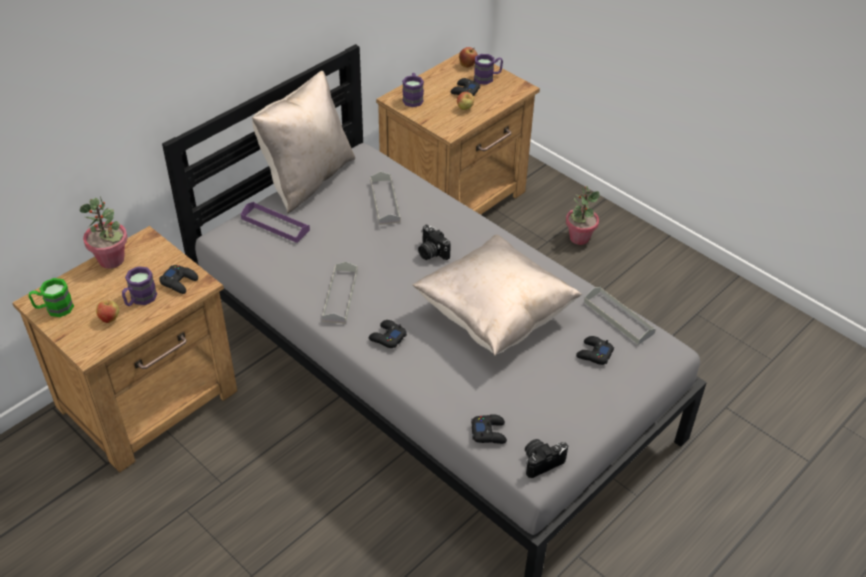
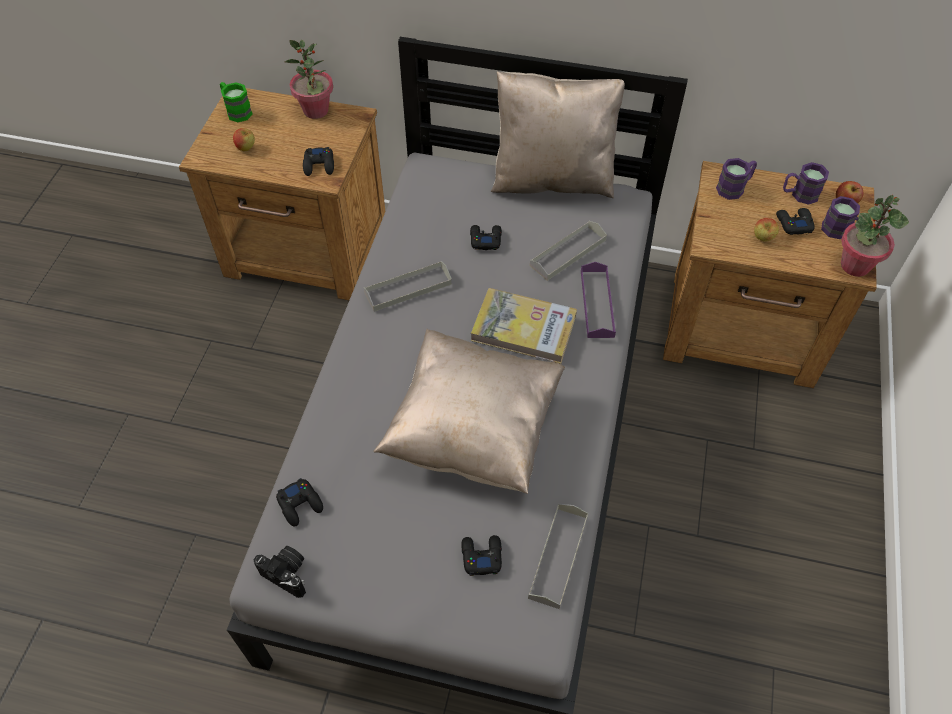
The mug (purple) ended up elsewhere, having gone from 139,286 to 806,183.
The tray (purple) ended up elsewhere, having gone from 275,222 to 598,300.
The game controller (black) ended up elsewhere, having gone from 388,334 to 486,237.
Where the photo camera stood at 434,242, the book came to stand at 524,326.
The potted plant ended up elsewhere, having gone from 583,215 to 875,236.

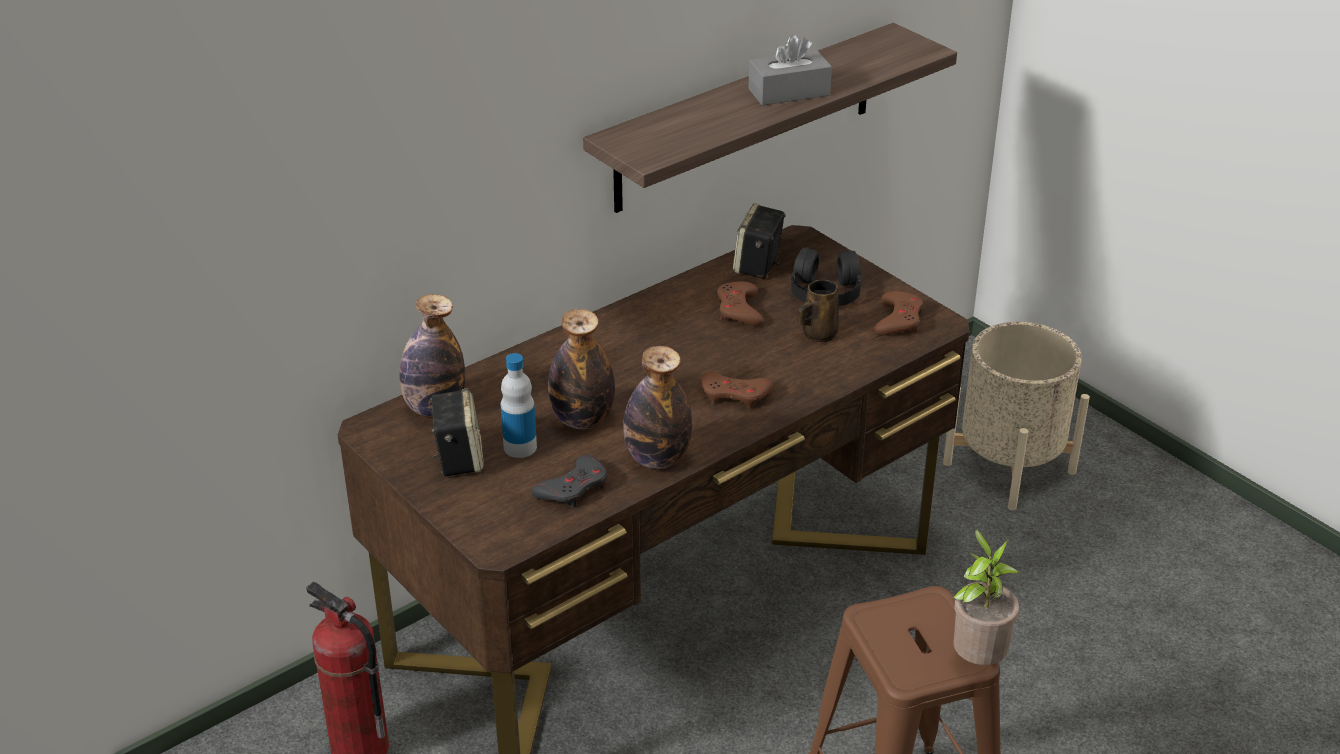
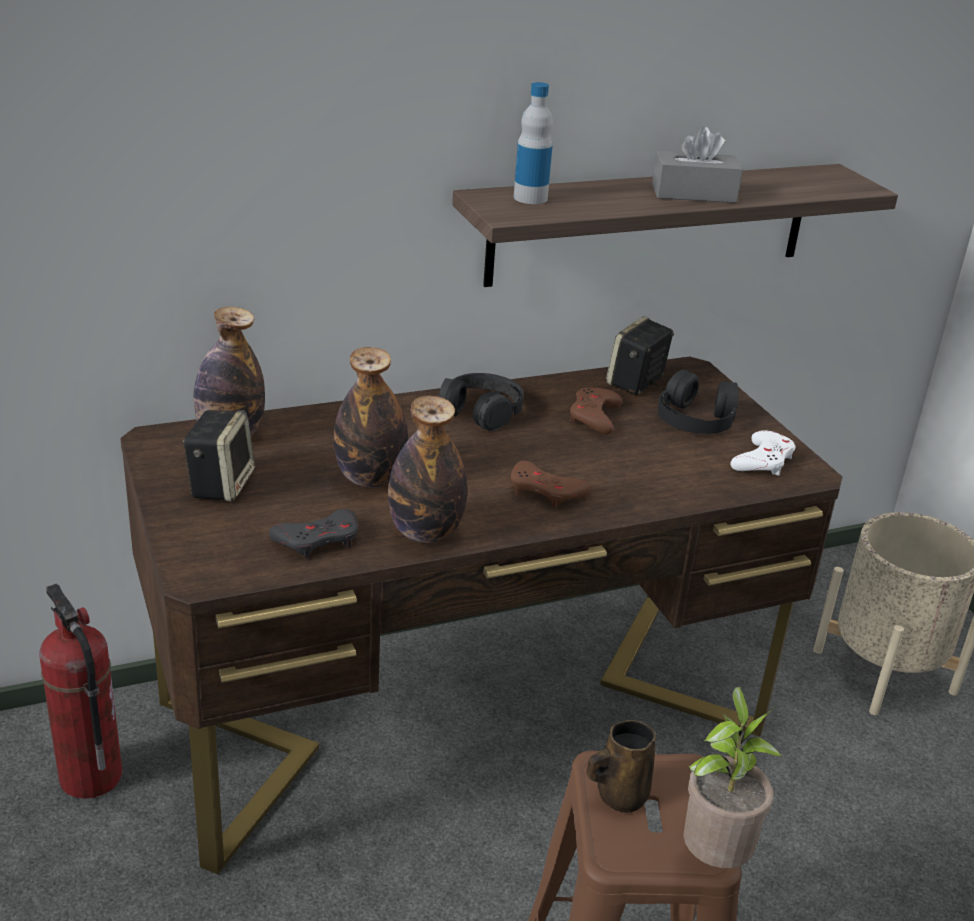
The bottle ended up elsewhere, having gone from 519,405 to 533,143.
The mug (brown) ended up elsewhere, having gone from 818,310 to 621,766.
What was the game controller (brown) at 898,313 turned into the game controller (white) at 762,453.
The second view gained the headphones (black) at 481,402.

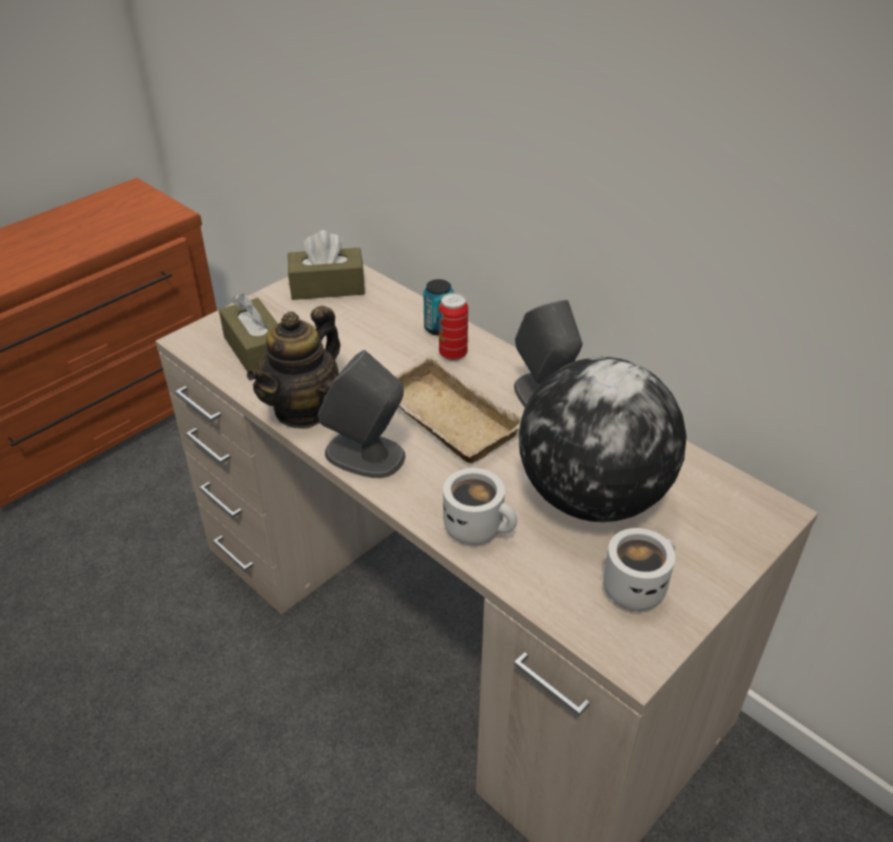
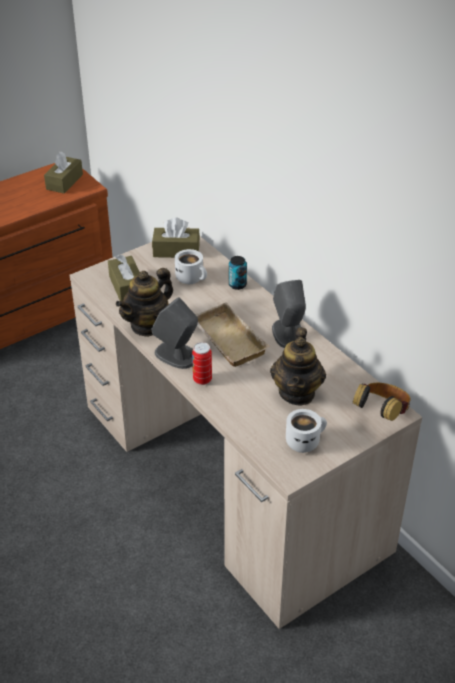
The can ended up elsewhere, having gone from 453,327 to 202,363.
The mug (white) ended up elsewhere, having gone from 480,506 to 191,266.
Where the globe stood at 603,439, the teapot came to stand at 298,366.
The second view gained the tissue box (brown) at 63,173.
The second view gained the headphones at 382,402.

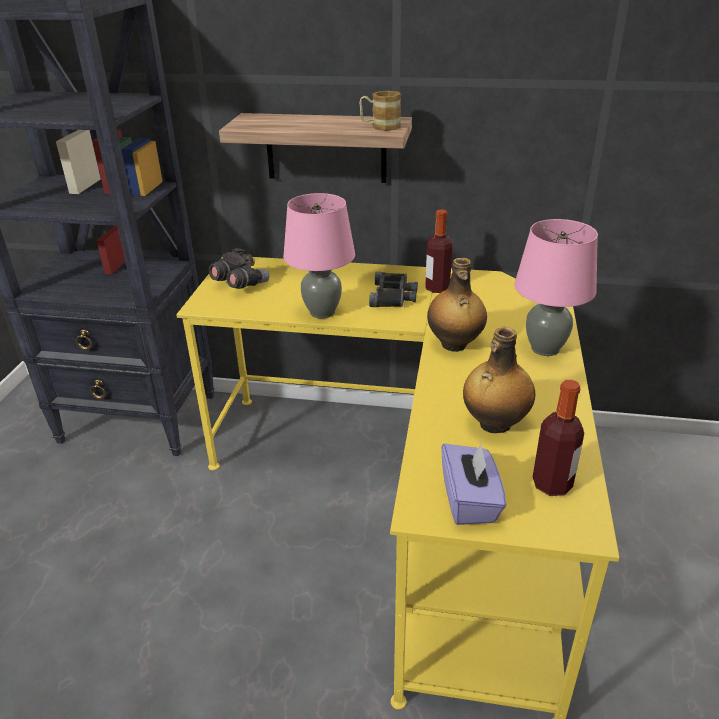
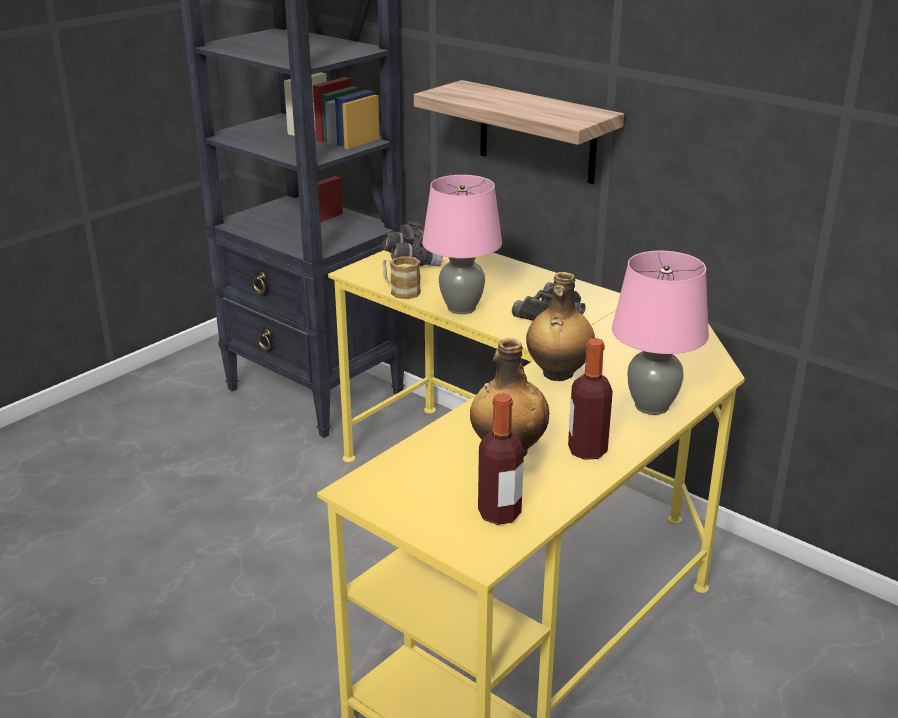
The mug ended up elsewhere, having gone from 380,111 to 402,277.
The bottle ended up elsewhere, having gone from 439,251 to 590,399.
The second view lost the tissue box (purple) at 473,483.

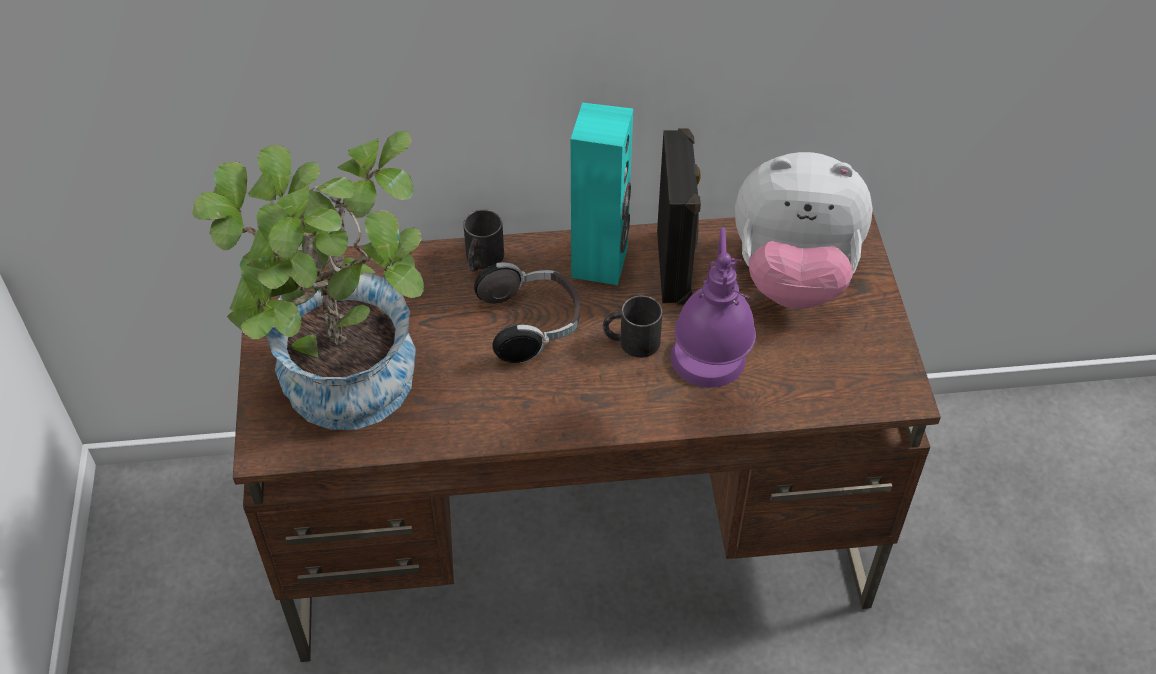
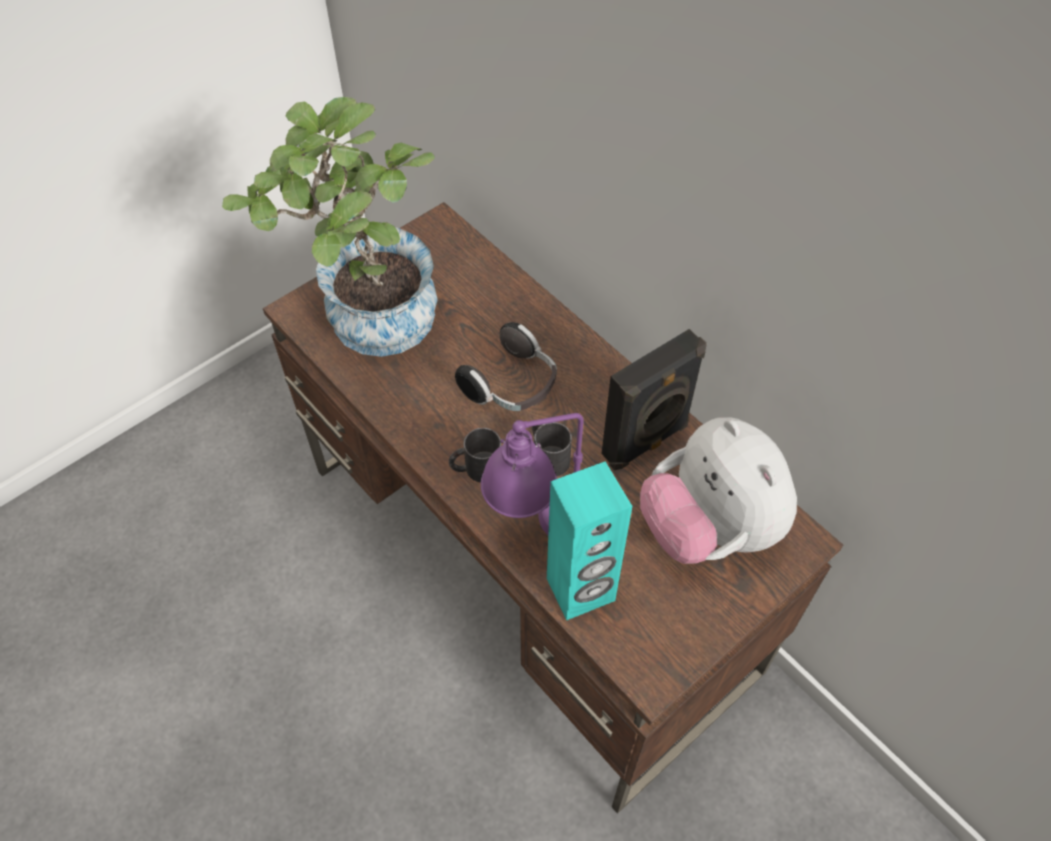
The mug (black) ended up elsewhere, having gone from 483,240 to 475,455.
The speaker (turquoise) ended up elsewhere, having gone from 602,194 to 589,541.

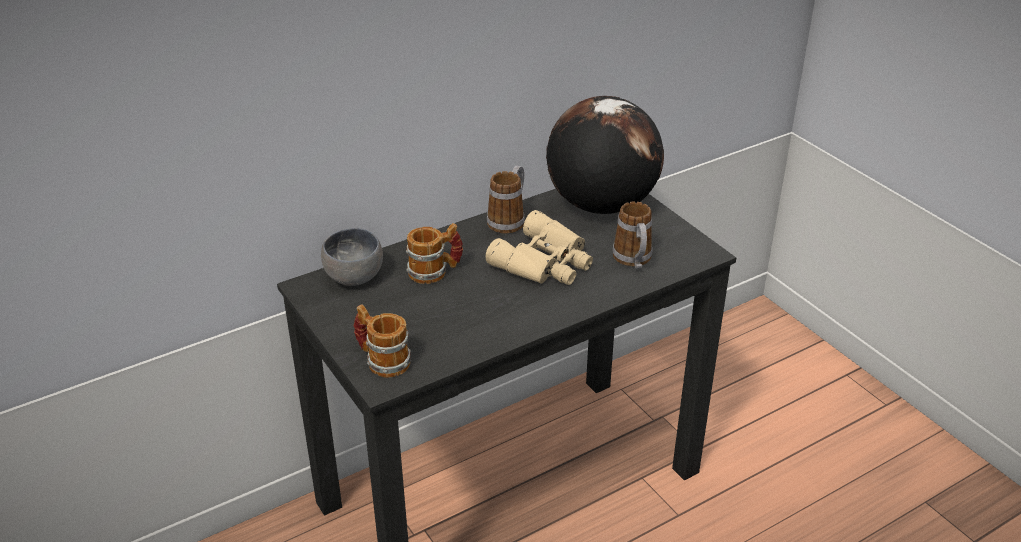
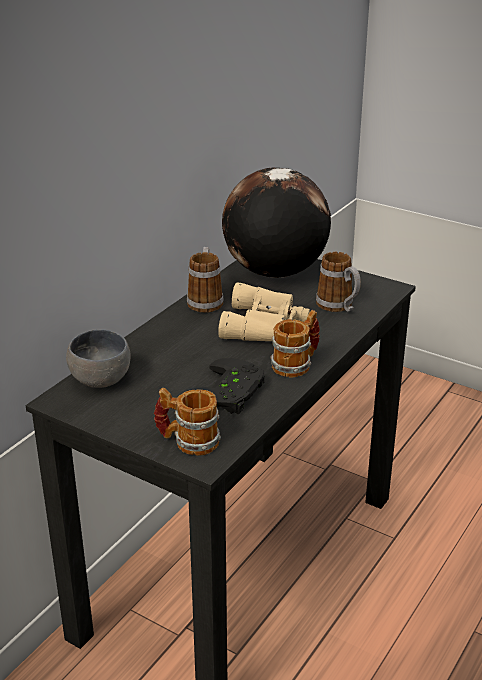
The mug ended up elsewhere, having gone from 434,253 to 295,343.
The second view gained the game controller (black) at 225,386.

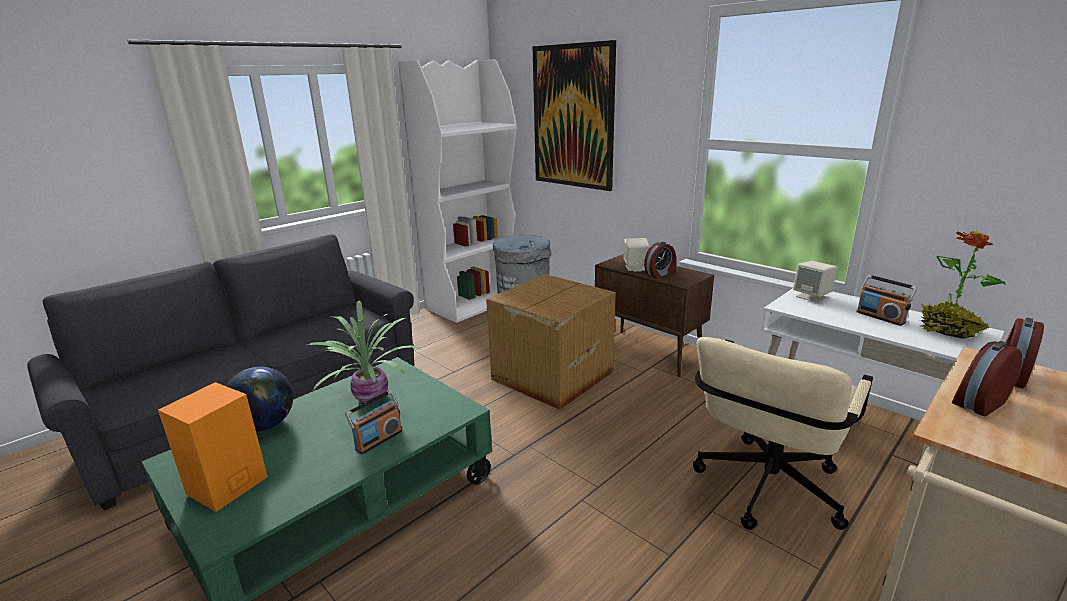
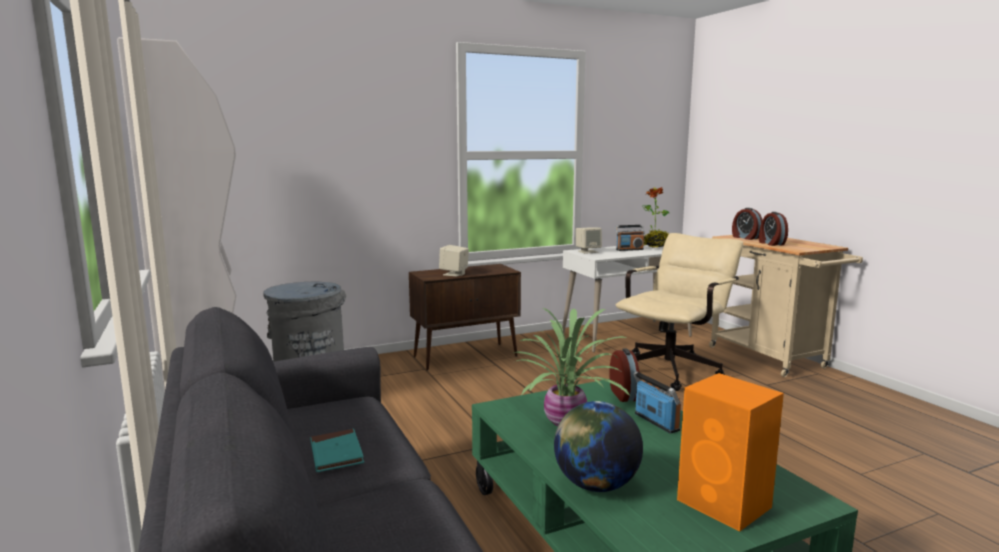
The second view lost the cardboard box at 551,342.
The second view lost the picture at 574,115.
The alarm clock ended up elsewhere, having gone from 660,260 to 625,375.
The office chair (beige) at 783,433 ended up facing another way, 105 degrees counterclockwise from before.
The second view gained the book (turquoise) at 337,450.

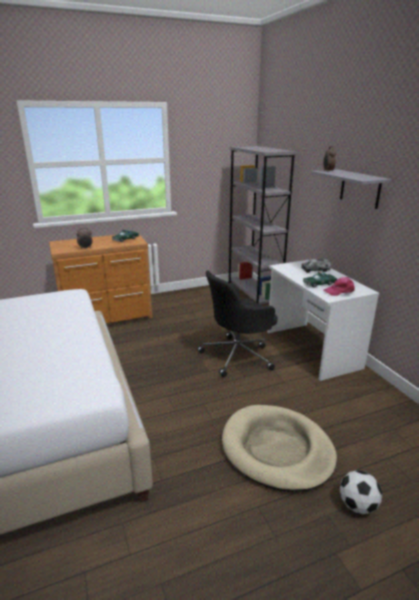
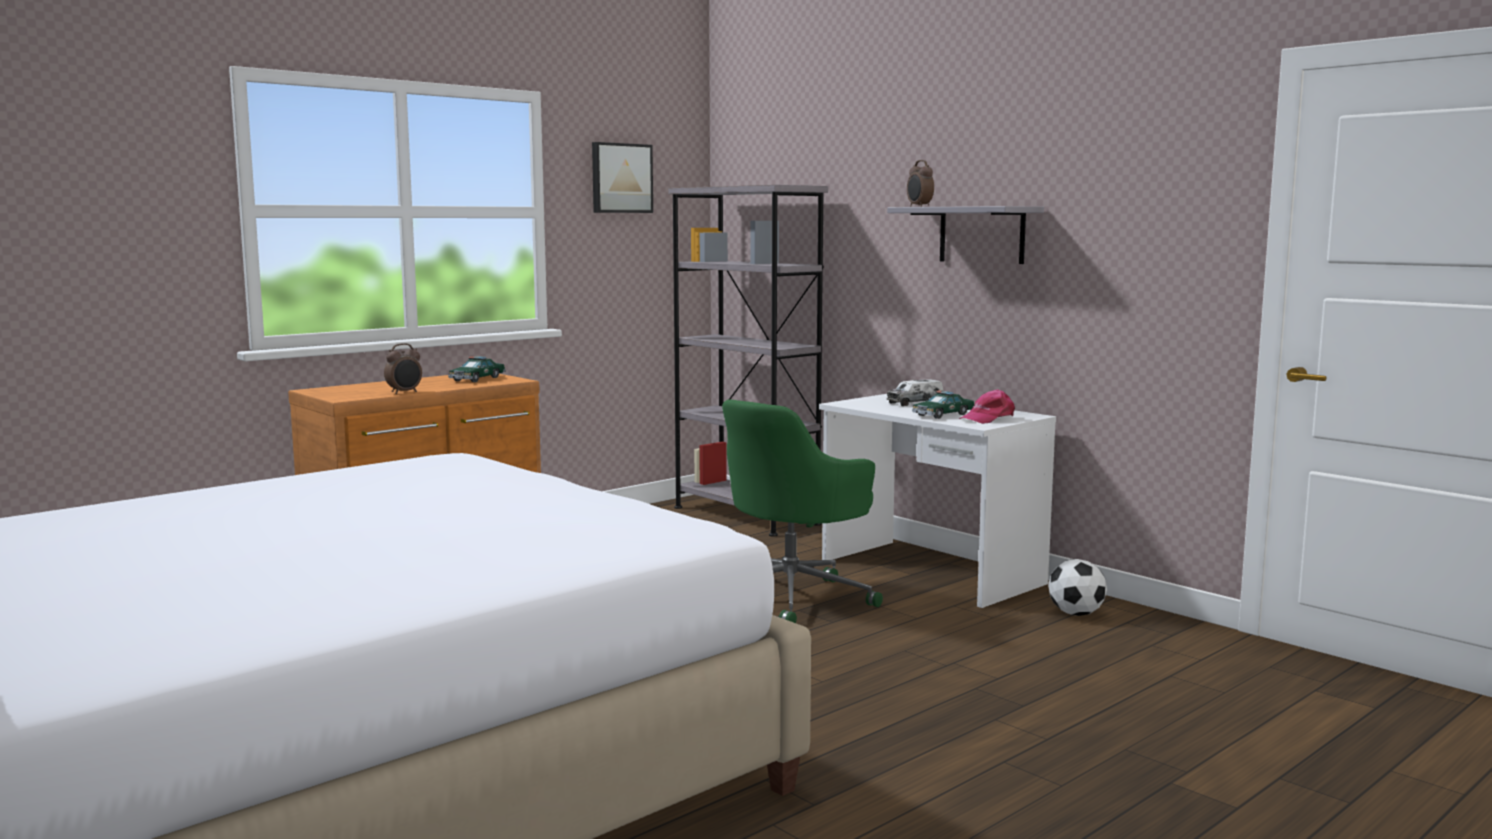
What was the office chair (black) at 237,323 turned into the office chair (green) at 802,511.
The second view lost the dog bed (beige) at 279,448.
The football ended up elsewhere, having gone from 361,492 to 1077,587.
The second view gained the picture at 622,177.

